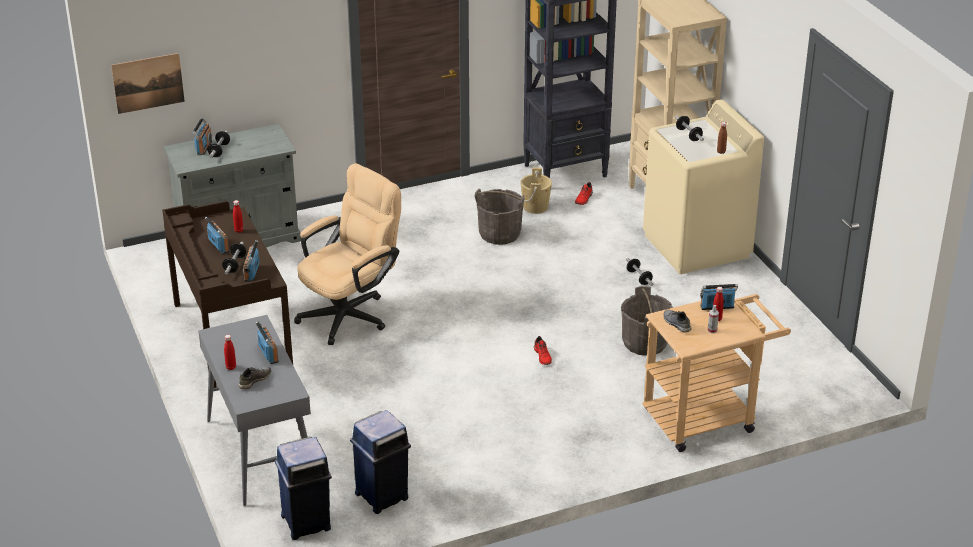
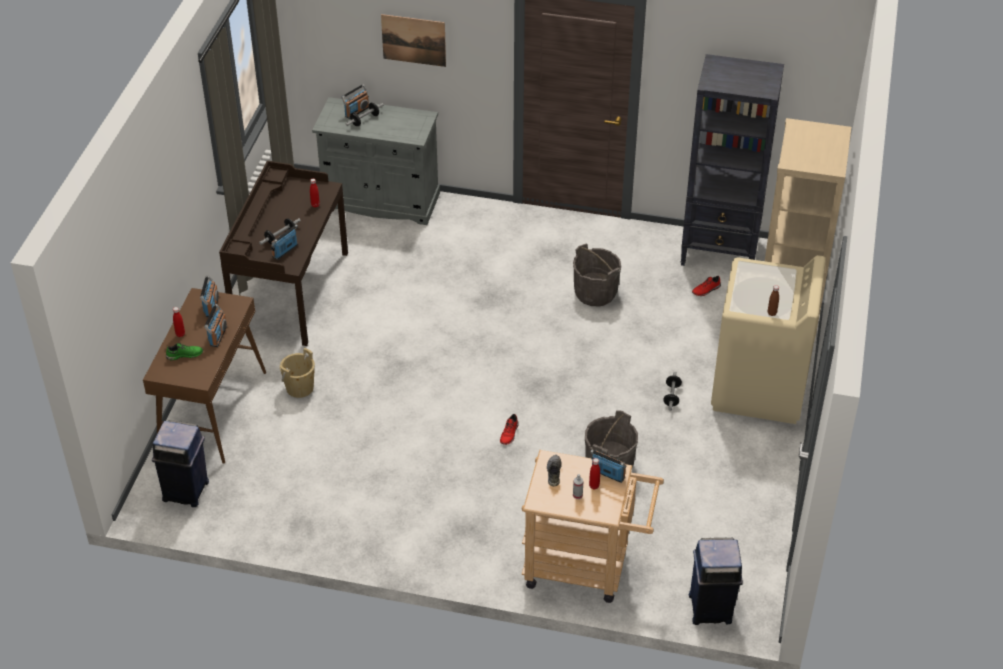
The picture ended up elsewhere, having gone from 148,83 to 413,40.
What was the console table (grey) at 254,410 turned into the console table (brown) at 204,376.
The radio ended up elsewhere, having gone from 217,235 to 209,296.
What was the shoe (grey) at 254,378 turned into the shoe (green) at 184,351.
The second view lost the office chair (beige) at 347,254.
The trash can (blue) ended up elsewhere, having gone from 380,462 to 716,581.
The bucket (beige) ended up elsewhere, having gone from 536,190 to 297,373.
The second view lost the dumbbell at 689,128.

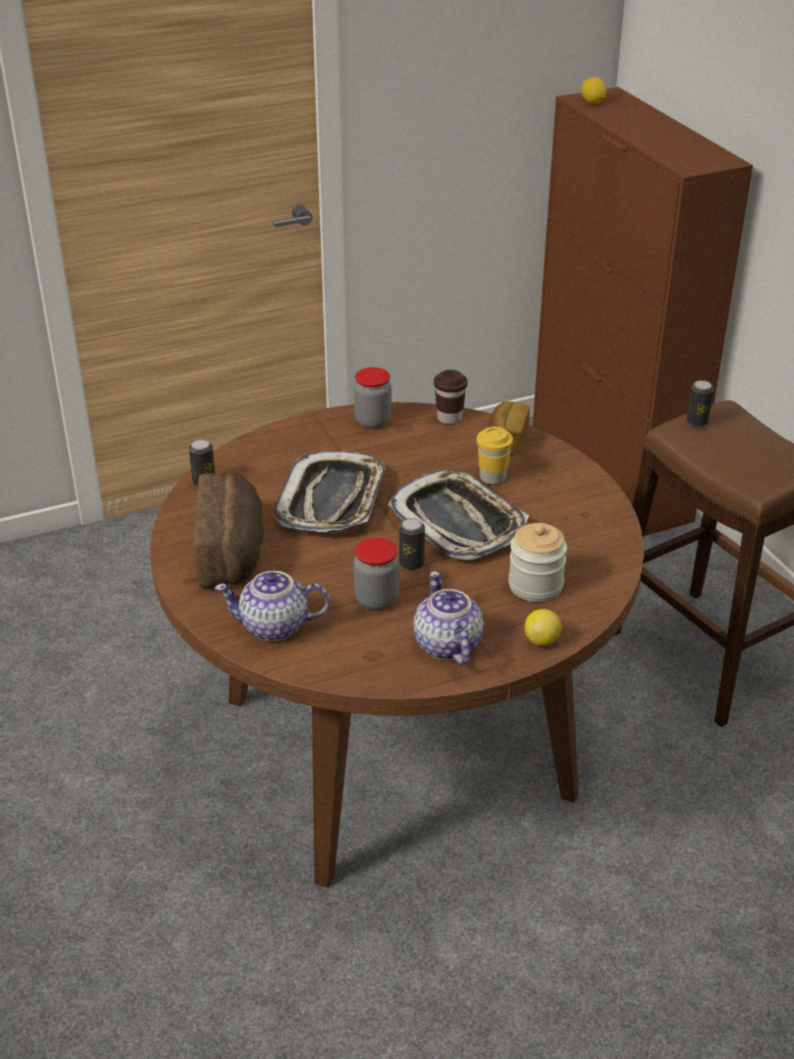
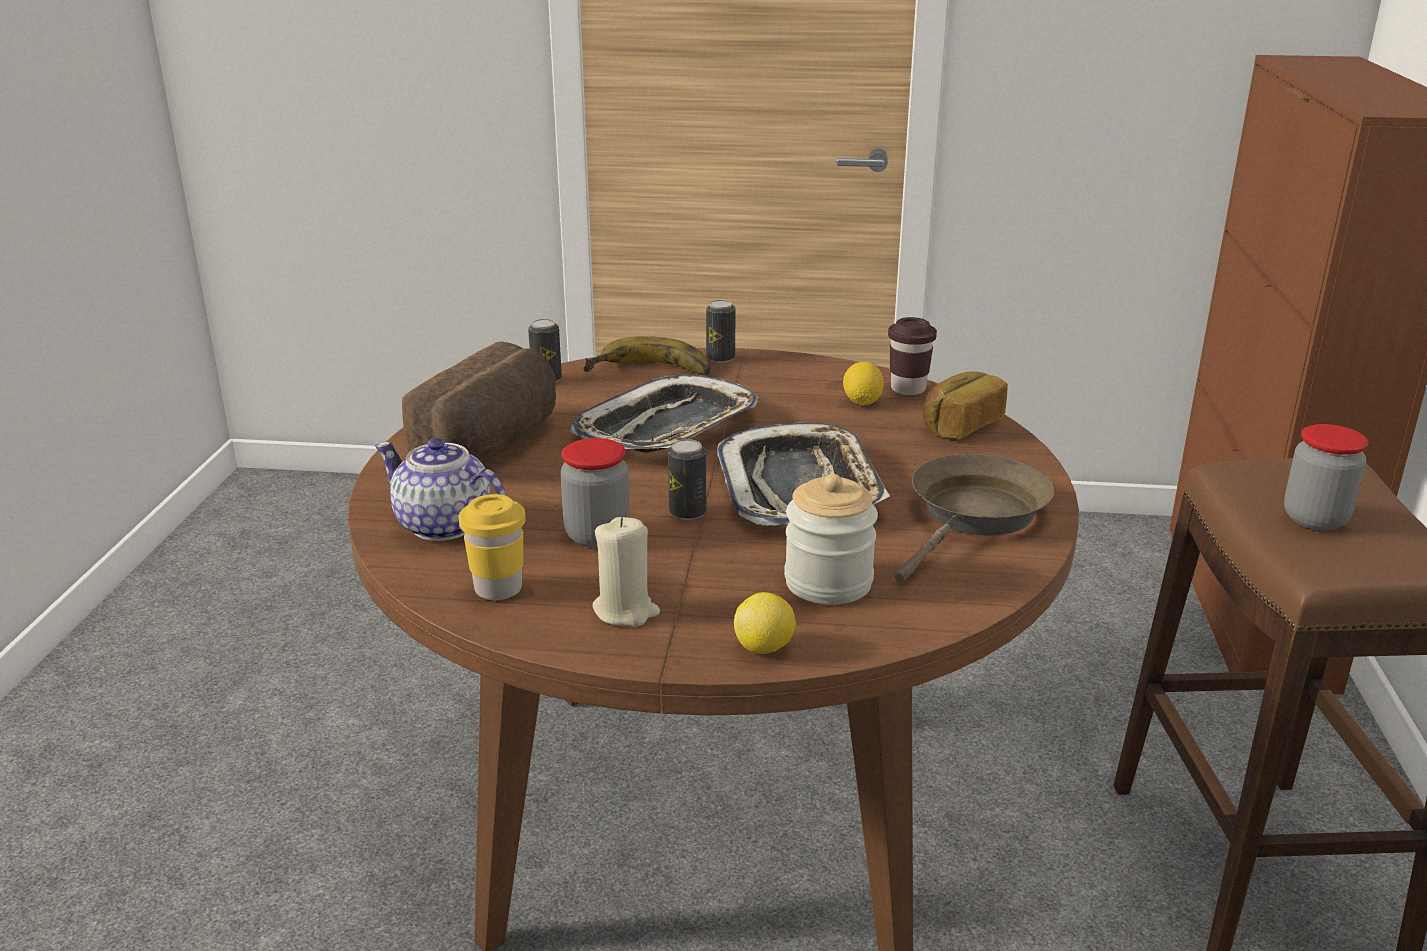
The jar ended up elsewhere, having gone from 373,398 to 1326,477.
Where the teapot stood at 448,618, the candle (beige) came to stand at 626,572.
The cup (yellow) ended up elsewhere, having gone from 495,456 to 492,547.
The lemon ended up elsewhere, having gone from 593,90 to 863,383.
The can ended up elsewhere, having gone from 700,403 to 721,331.
The second view gained the banana at 647,355.
The second view gained the frying pan (brown) at 974,518.

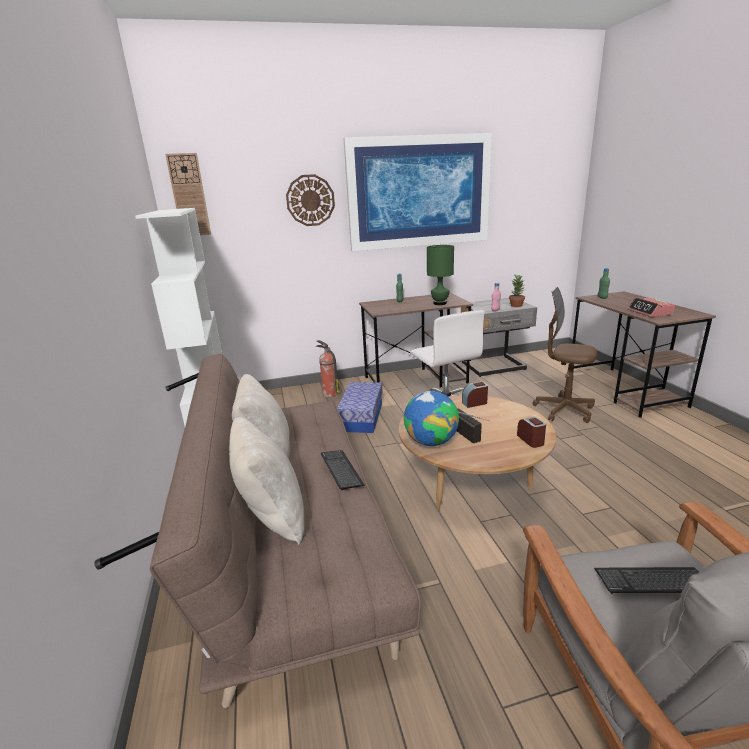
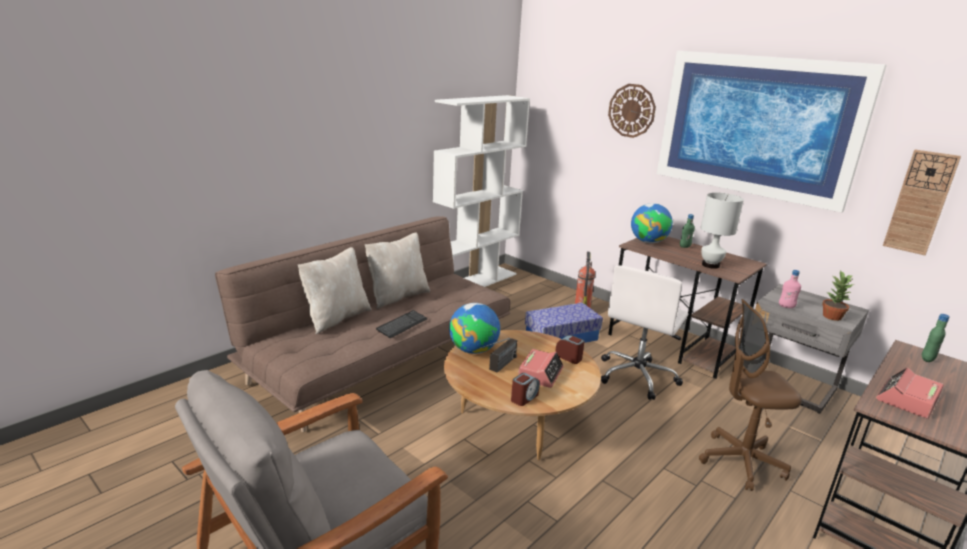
The wall clock ended up elsewhere, having gone from 188,194 to 922,202.
What was the table lamp (green) at 440,275 turned into the table lamp (white) at 722,231.
The office chair (brown) at 565,355 ended up facing another way, 90 degrees counterclockwise from before.
The second view lost the keyboard at 646,580.
The second view gained the alarm clock at 541,368.
The second view gained the globe at 652,223.

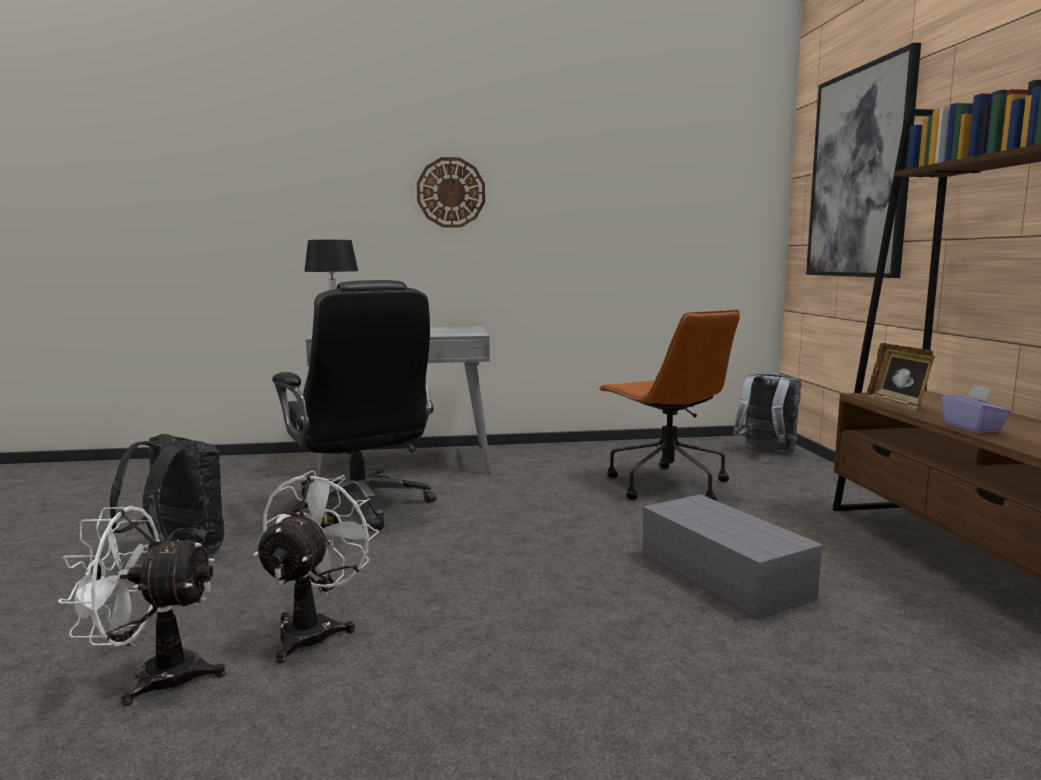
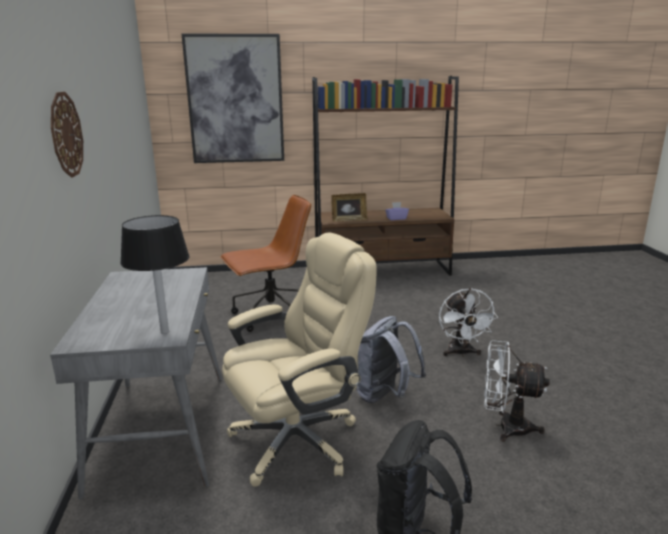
The fan (white) ended up elsewhere, having gone from 142,606 to 468,322.
What was the office chair (black) at 354,405 turned into the office chair (beige) at 299,359.
The second view lost the storage box (grey) at 733,557.
The backpack (grey) ended up elsewhere, having gone from 767,413 to 391,359.

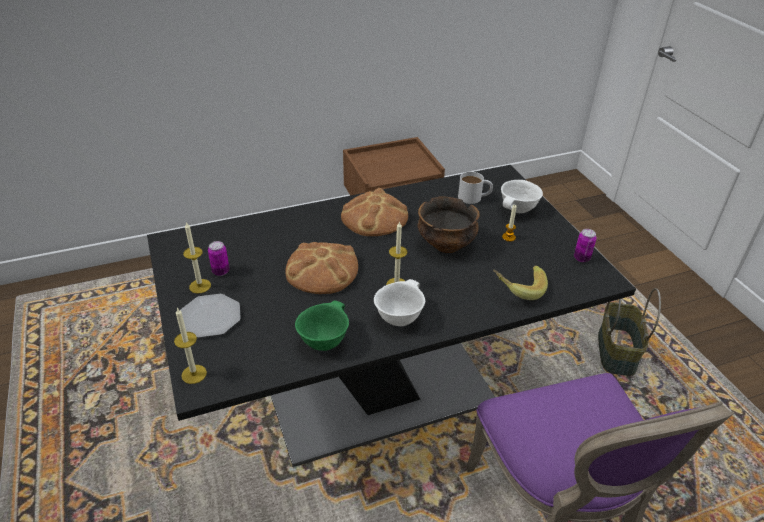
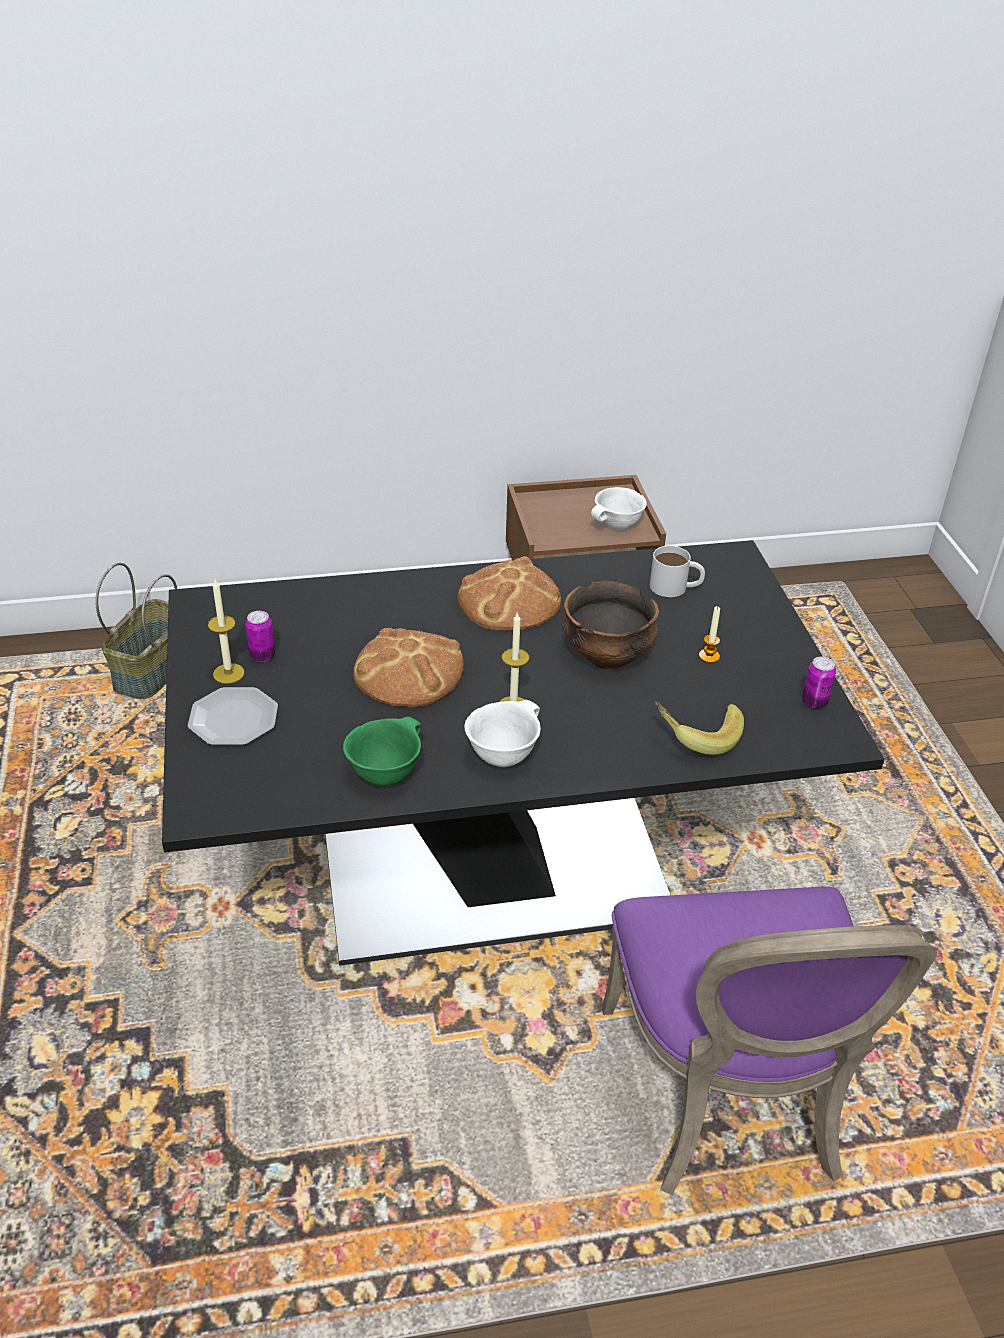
The second view lost the candle at 190,346.
The bowl (white) ended up elsewhere, having gone from 522,196 to 619,508.
The basket ended up elsewhere, having gone from 629,332 to 136,631.

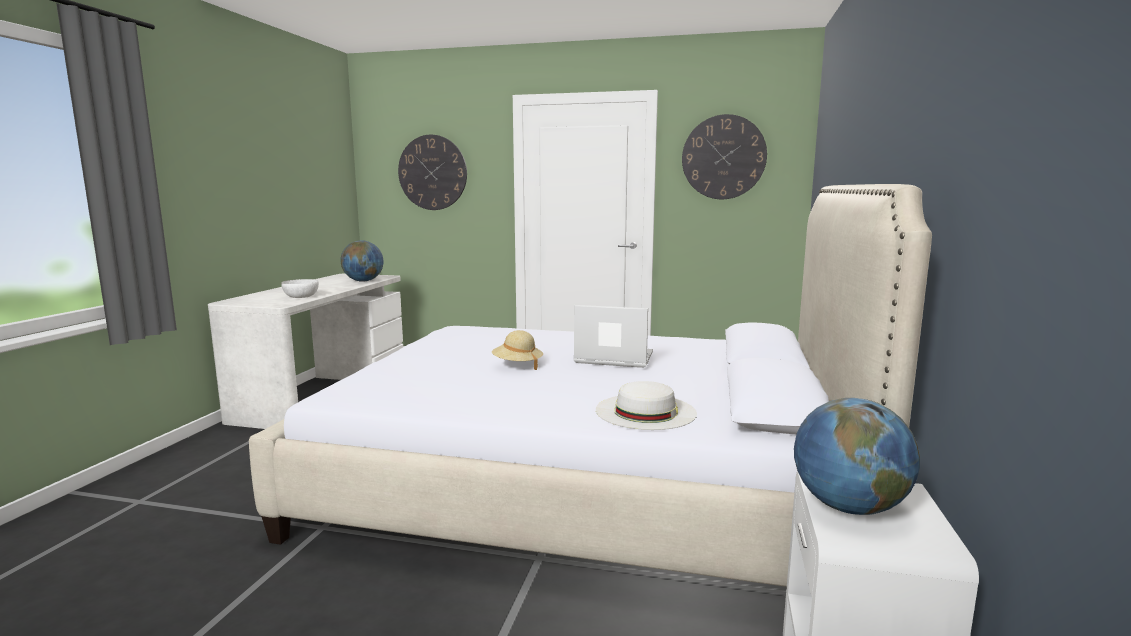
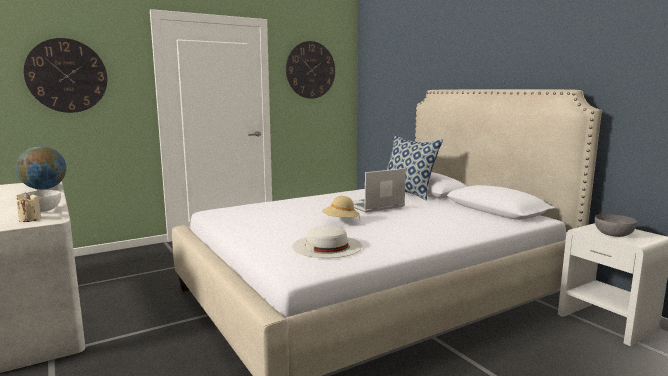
The hat (white) ended up elsewhere, having gone from 646,405 to 327,241.
Where the globe stood at 857,456, the bowl (grey) came to stand at 616,225.
The second view gained the candle (beige) at 28,207.
The second view gained the pillow at 415,167.

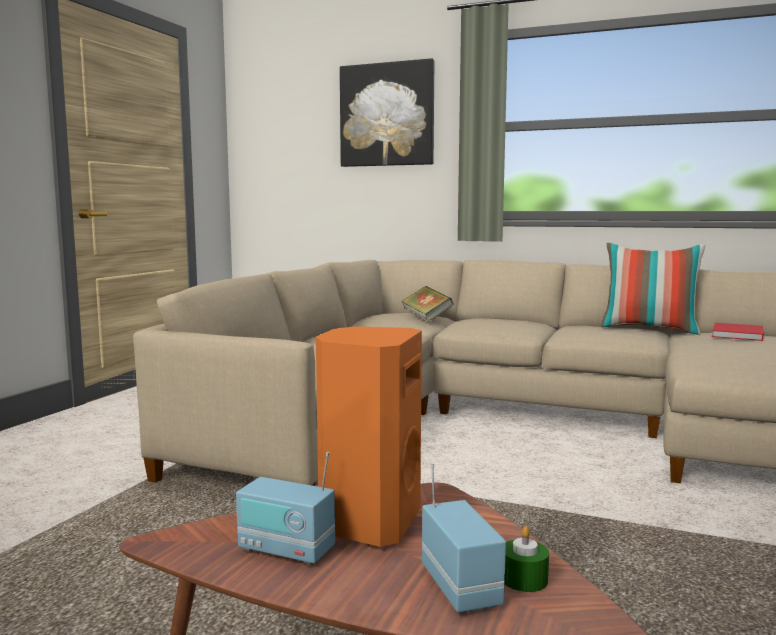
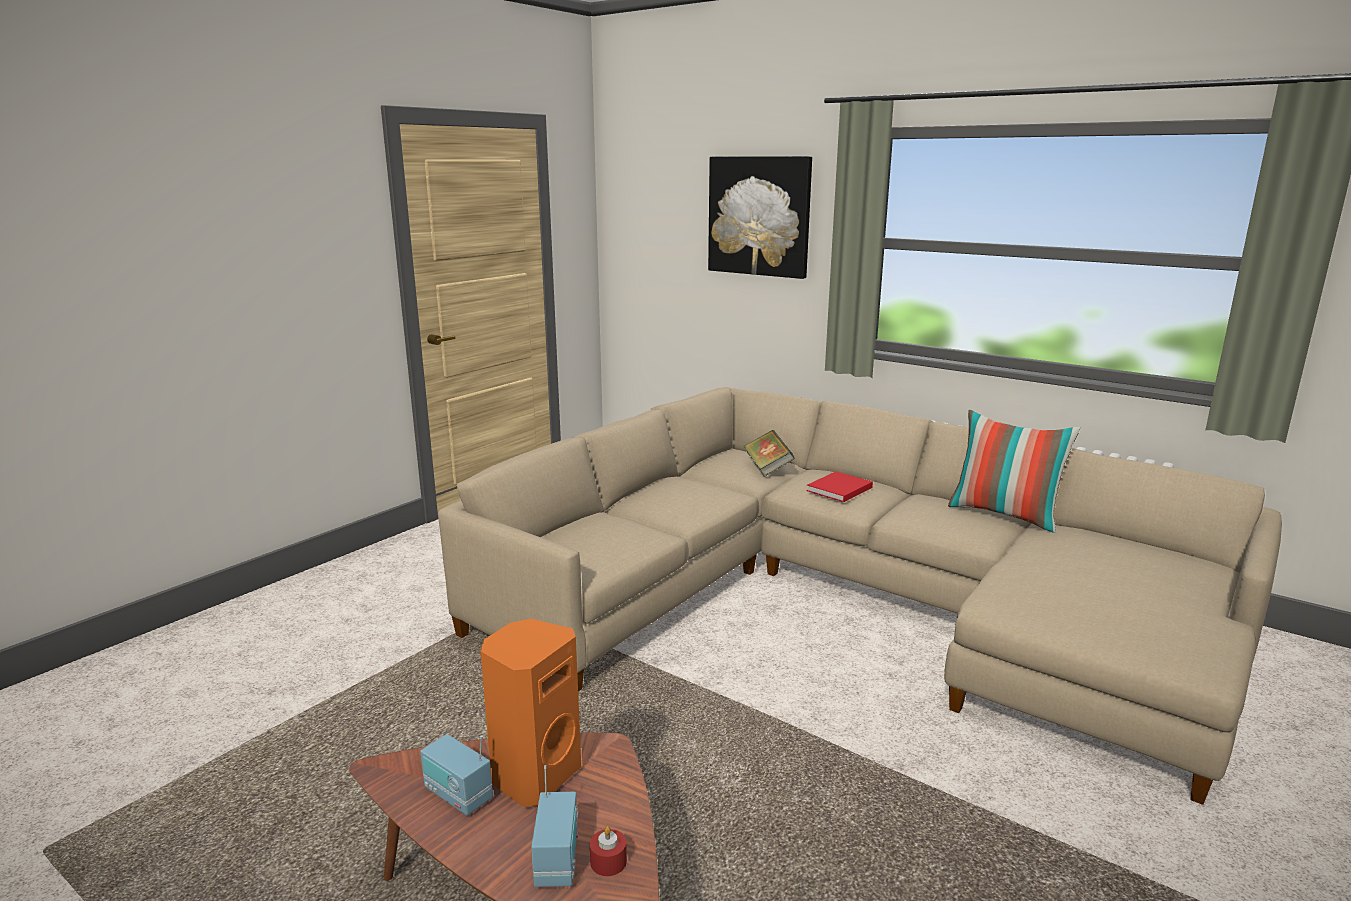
What was the candle (green) at 526,559 turned into the candle (red) at 608,851.
The book (red) ended up elsewhere, having gone from 738,332 to 839,487.

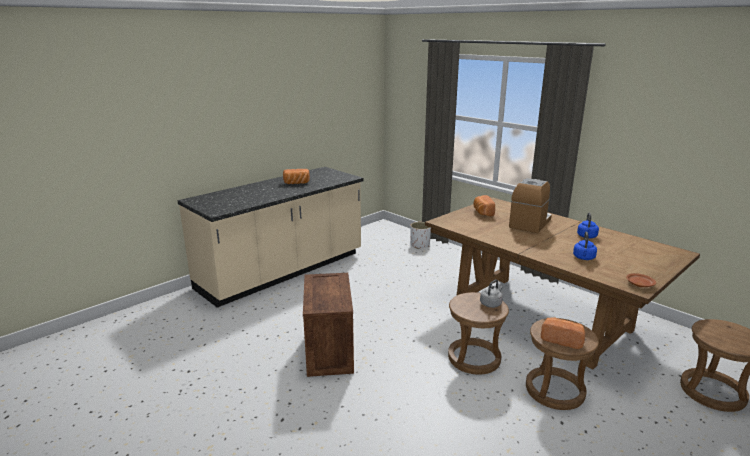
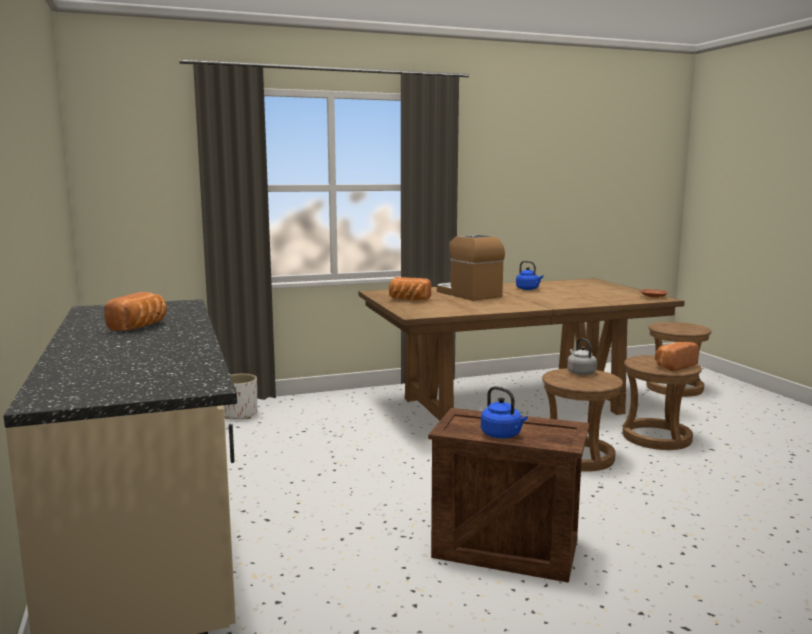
The kettle (blue) ended up elsewhere, having gone from 585,246 to 504,412.

